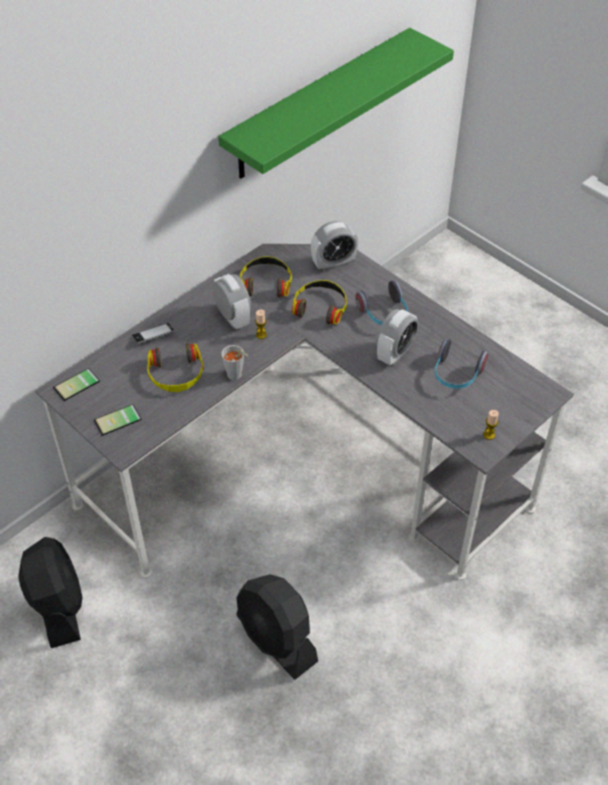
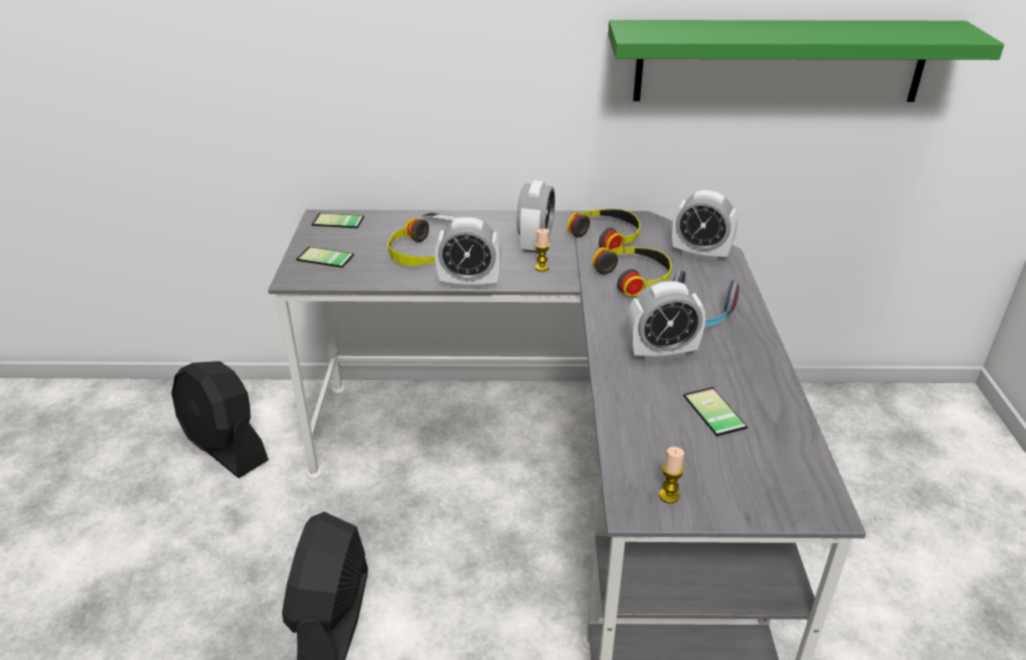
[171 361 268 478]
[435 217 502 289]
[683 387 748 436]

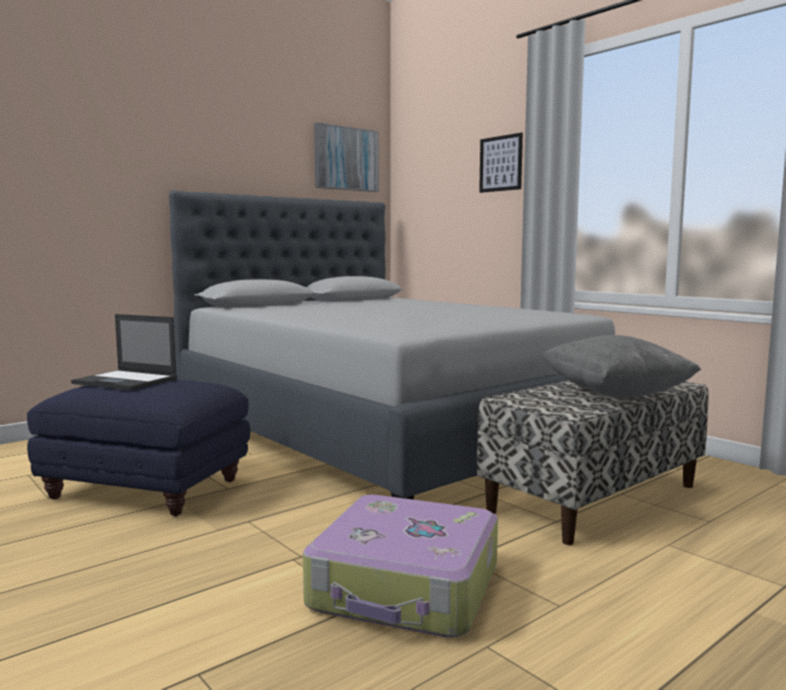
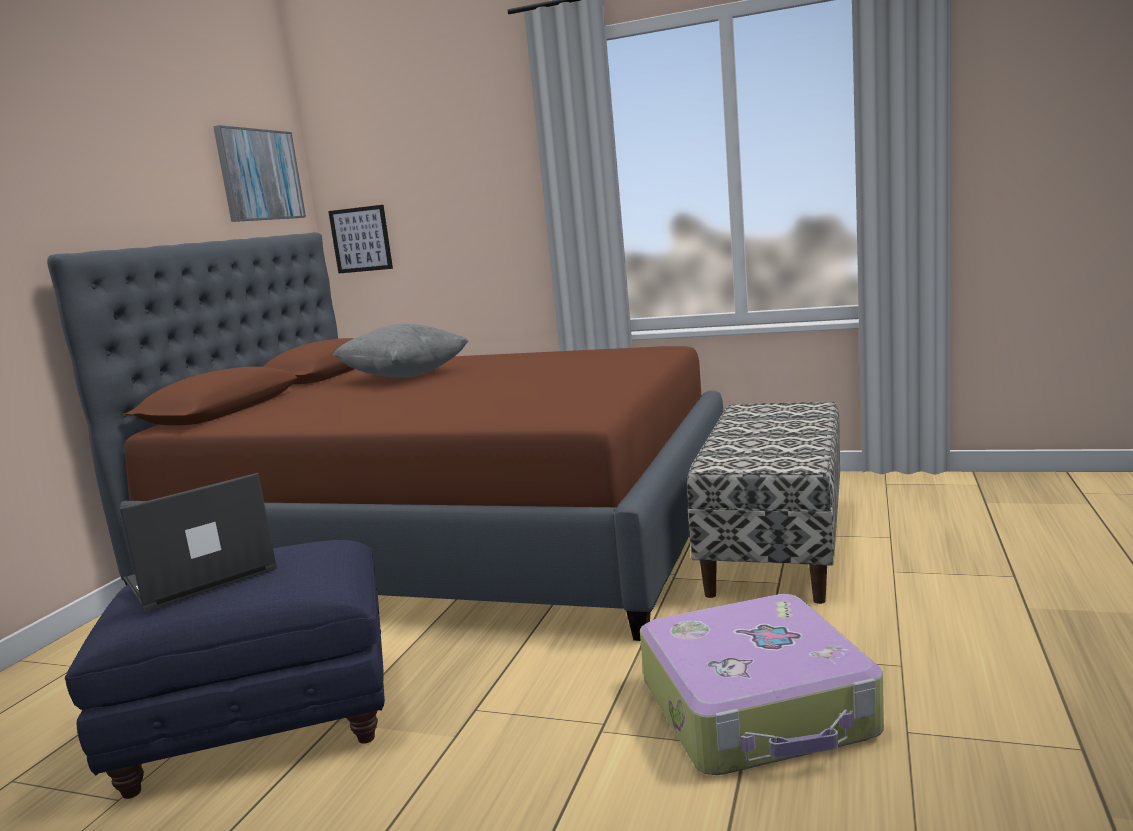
[119 473 277 611]
[47 232 723 641]
[328 205 393 274]
[333 324 469 378]

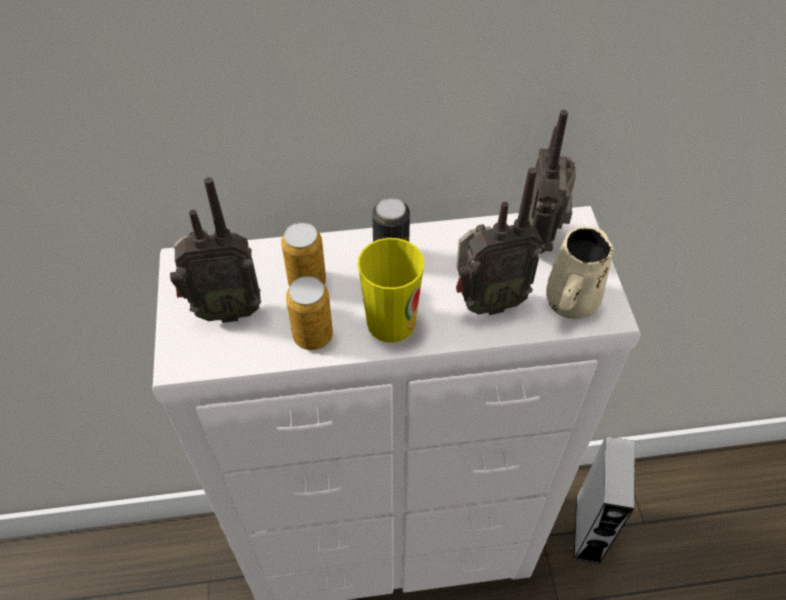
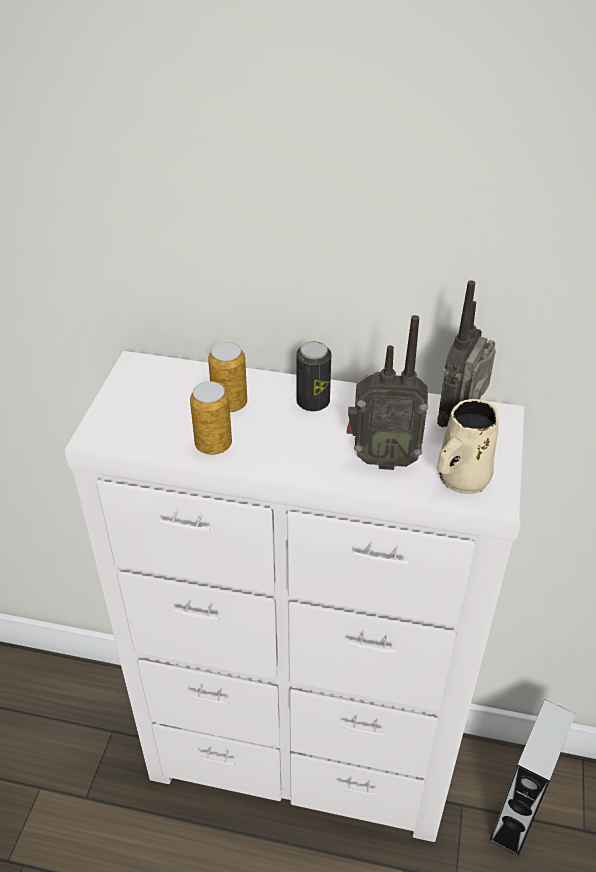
[170 177 261 323] (first image)
[358 238 424 343] (first image)

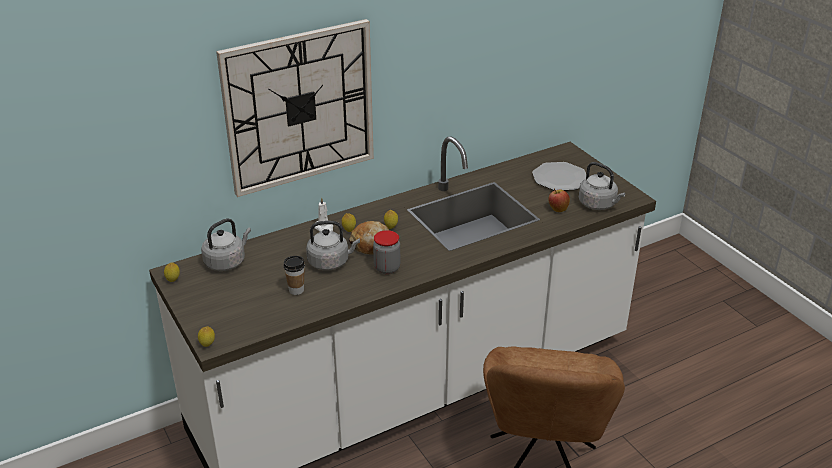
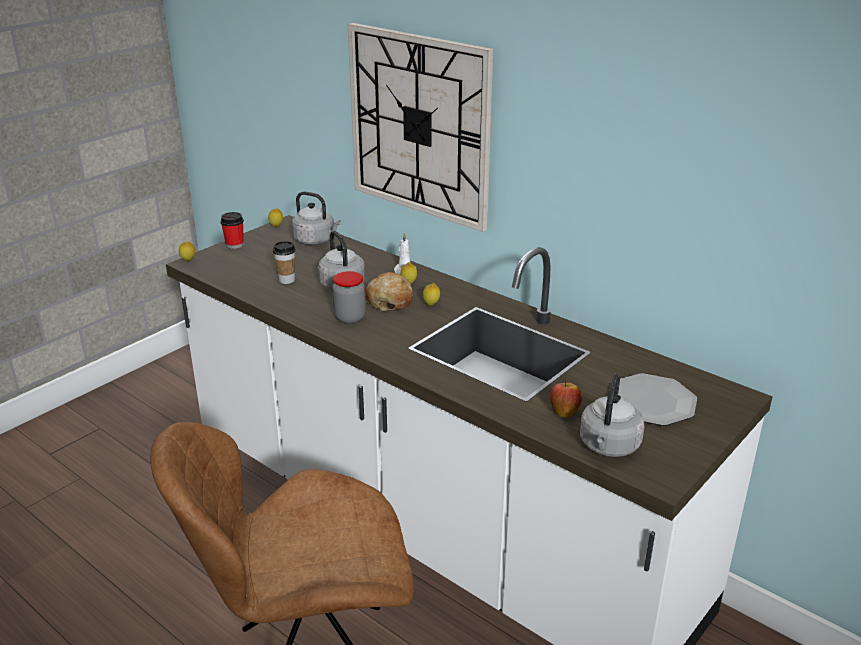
[220 212 244 249]

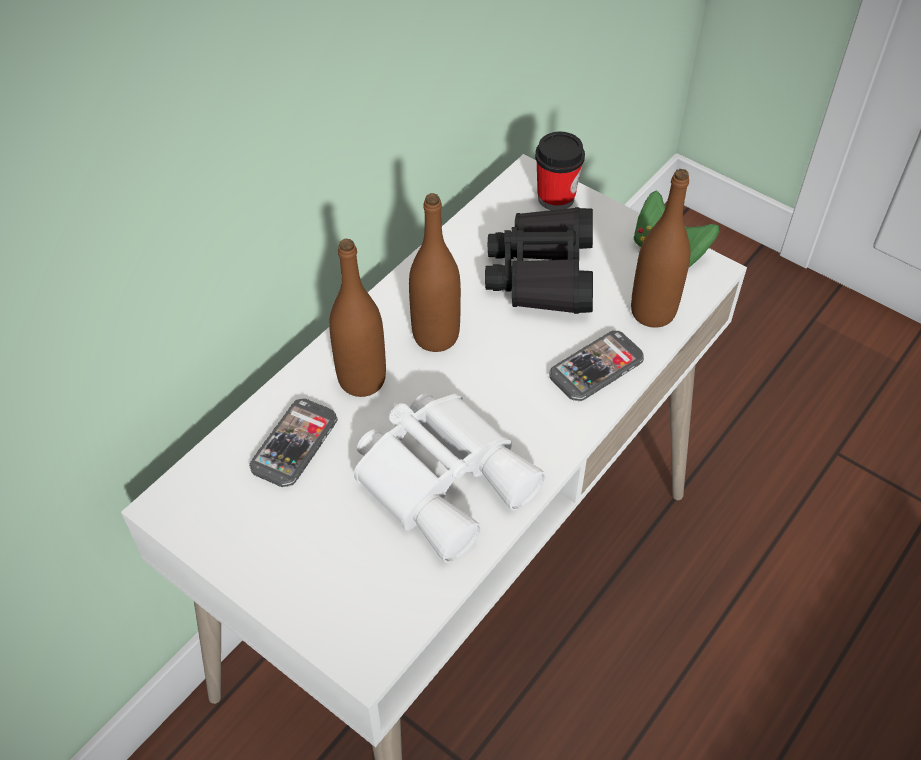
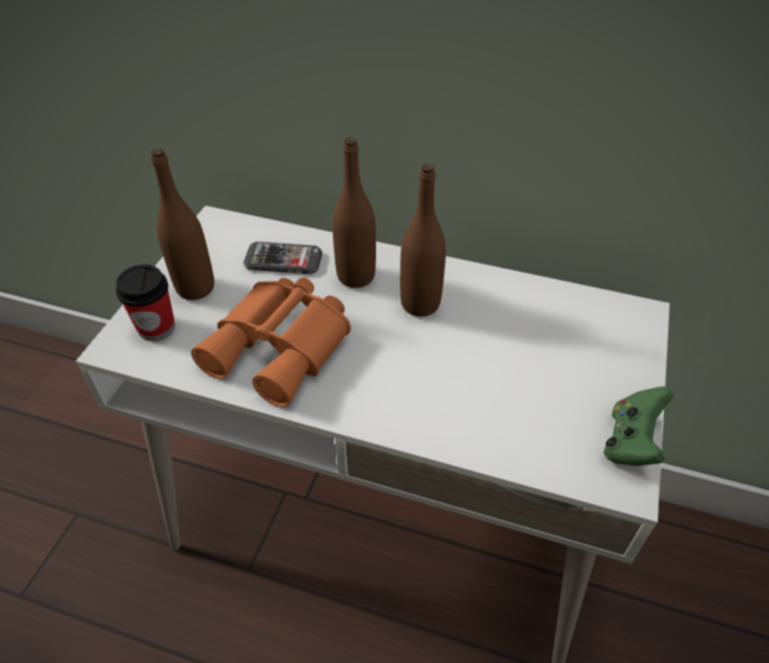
[191 278 351 407]
[485 207 593 314] (first image)
[116 264 175 341]
[550 330 644 401] (first image)
[151 148 214 300]

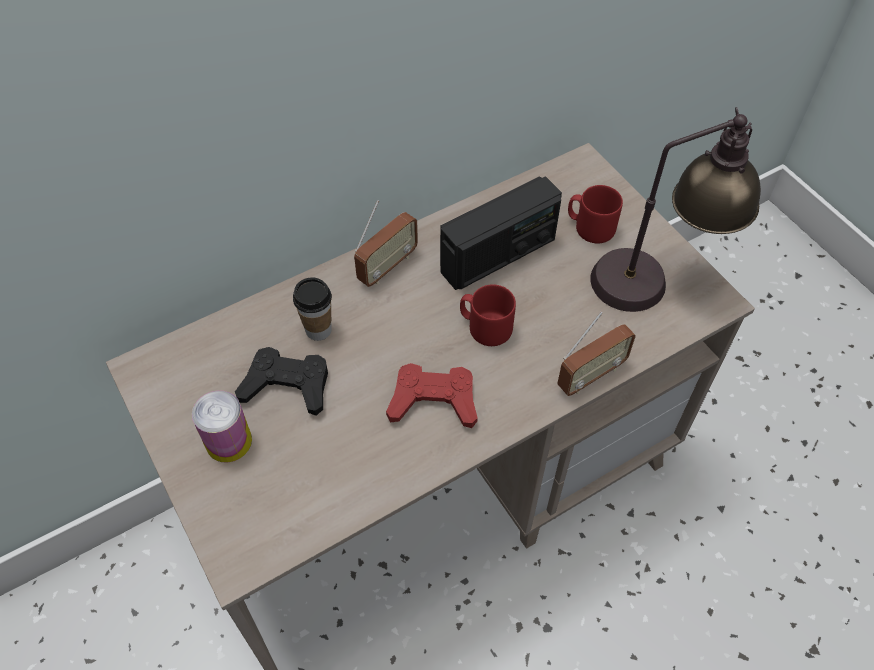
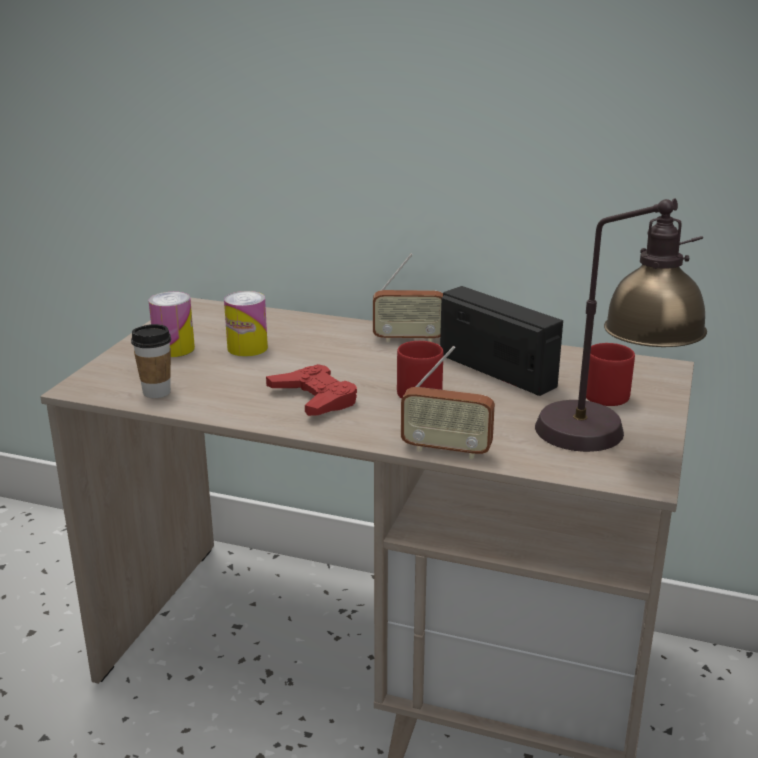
[224 291 268 357]
[131 324 171 398]
[440 286 563 396]

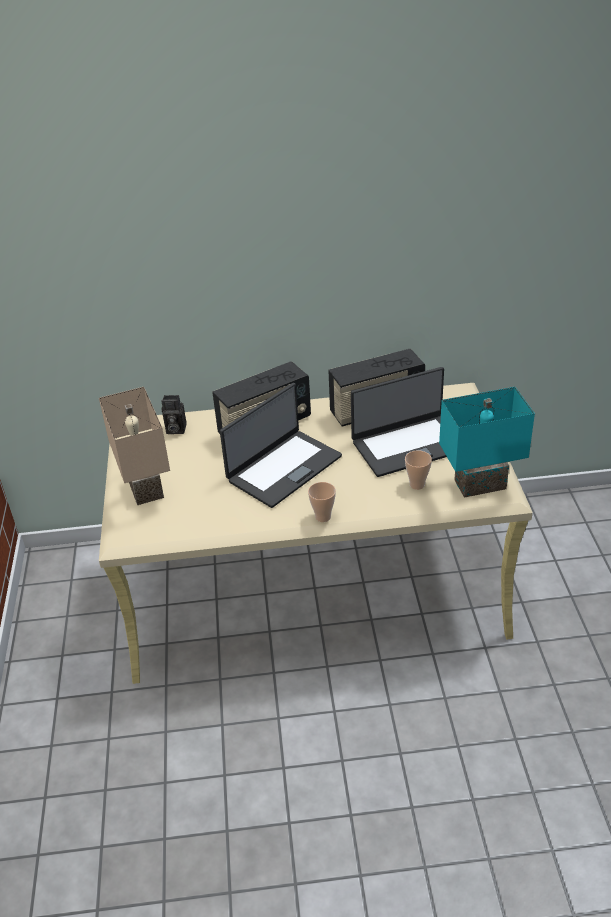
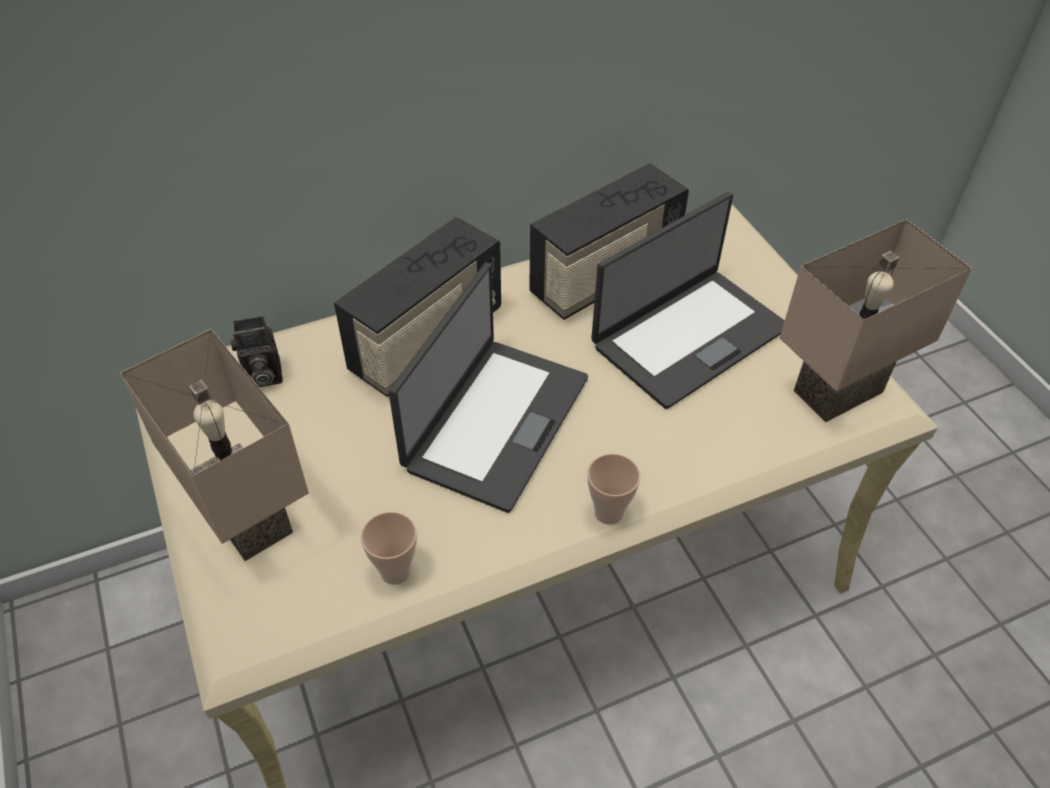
[361 512 417 585]
[780 219 972 422]

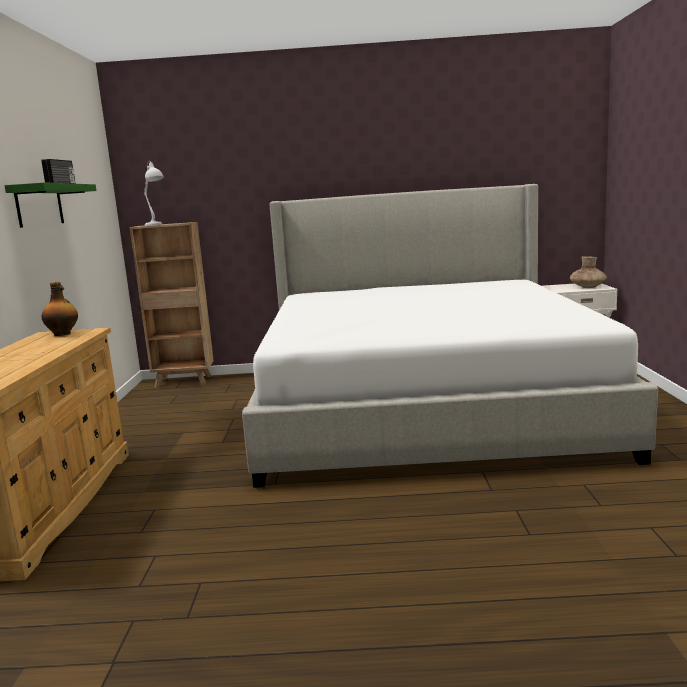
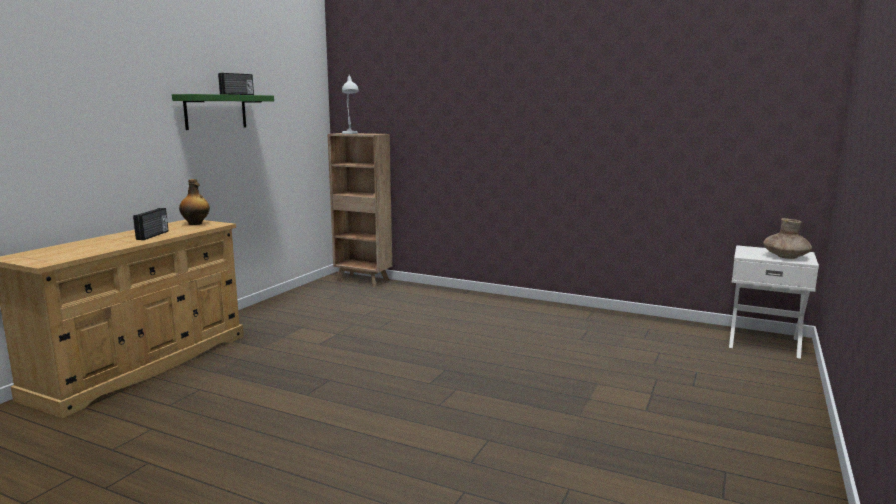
[242 184 658 488] (first image)
[133 208 168 240]

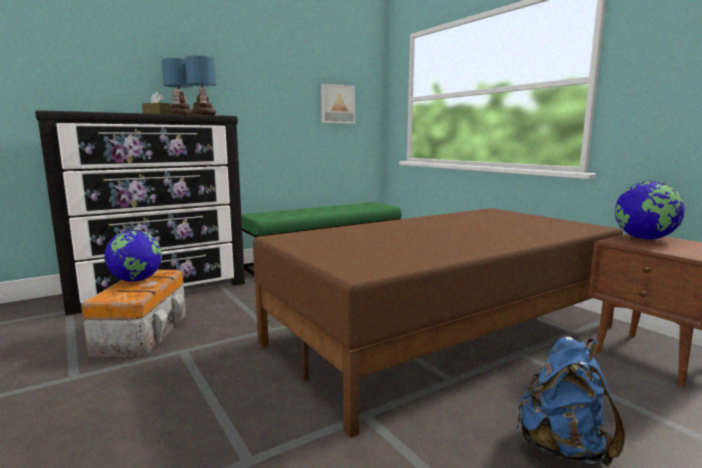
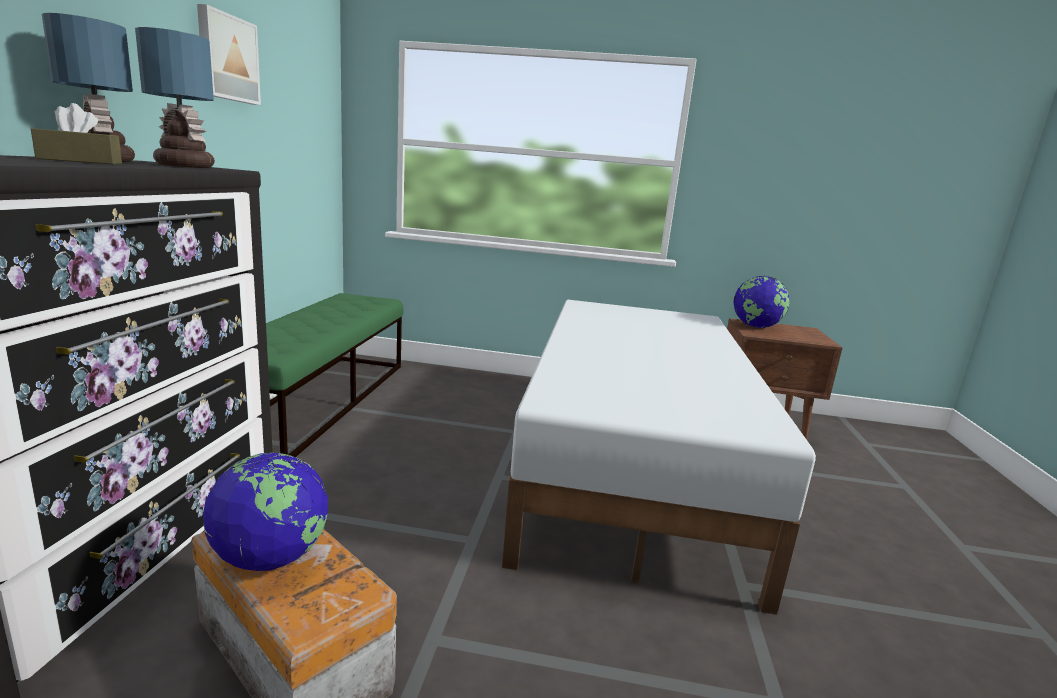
[502 300 816 615]
[197 4 261 105]
[516 336 625 467] (first image)

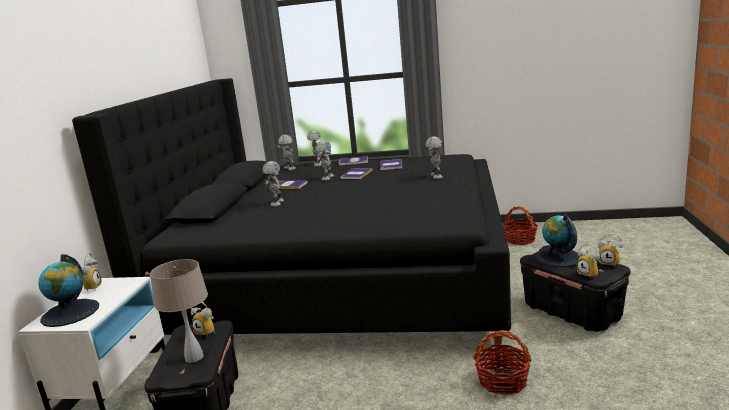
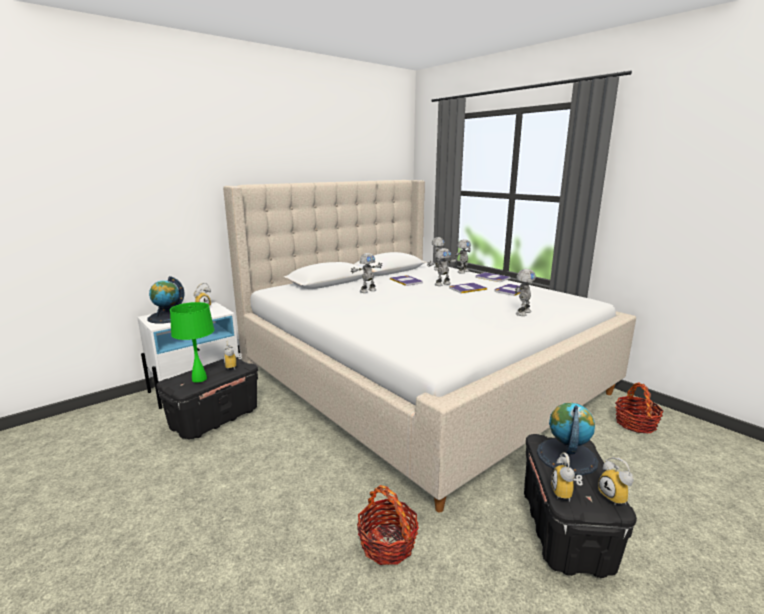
[223 180 636 512]
[170 302 214 383]

